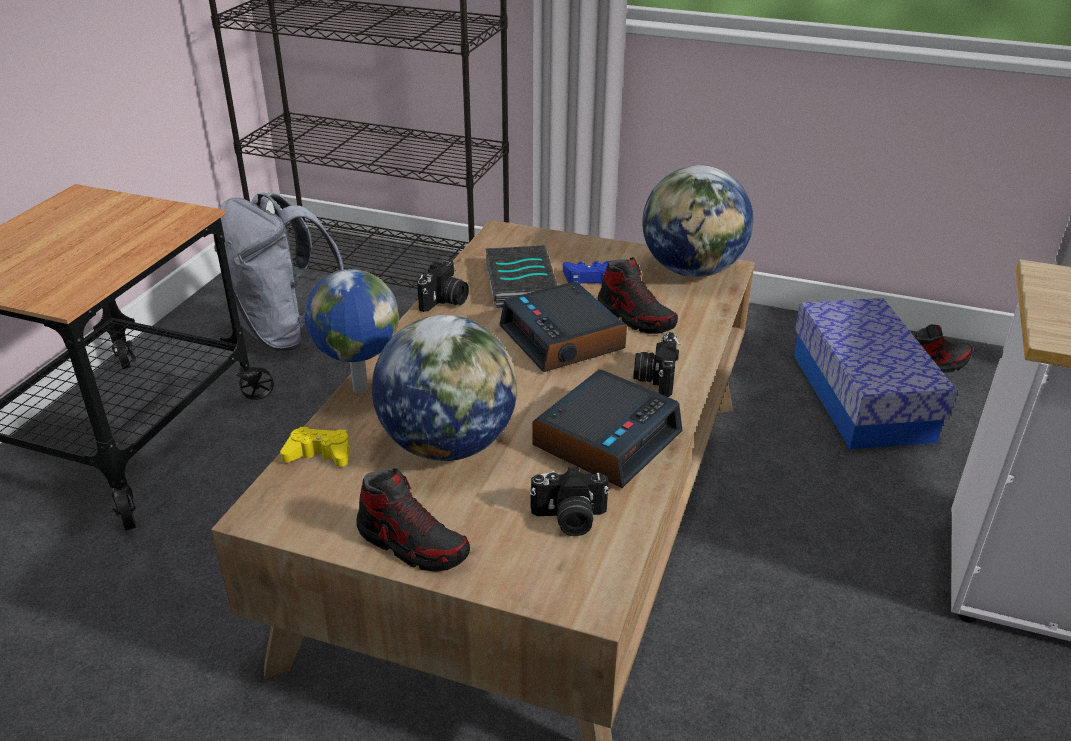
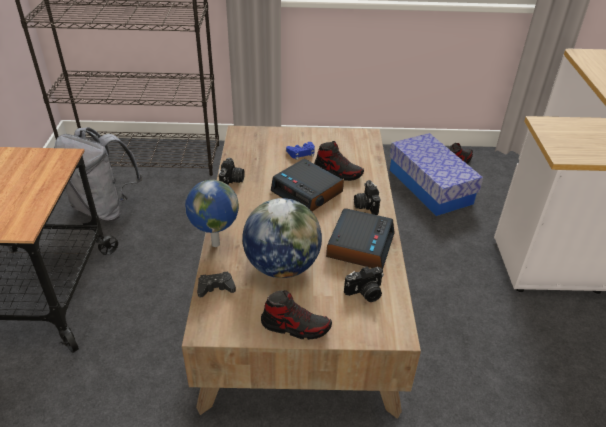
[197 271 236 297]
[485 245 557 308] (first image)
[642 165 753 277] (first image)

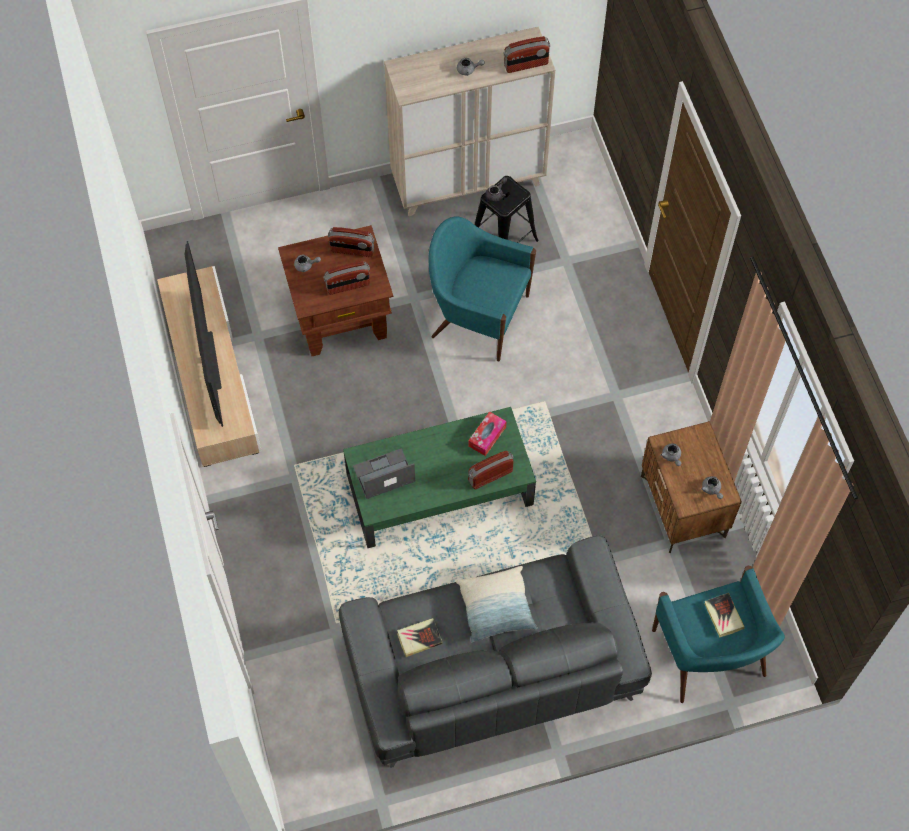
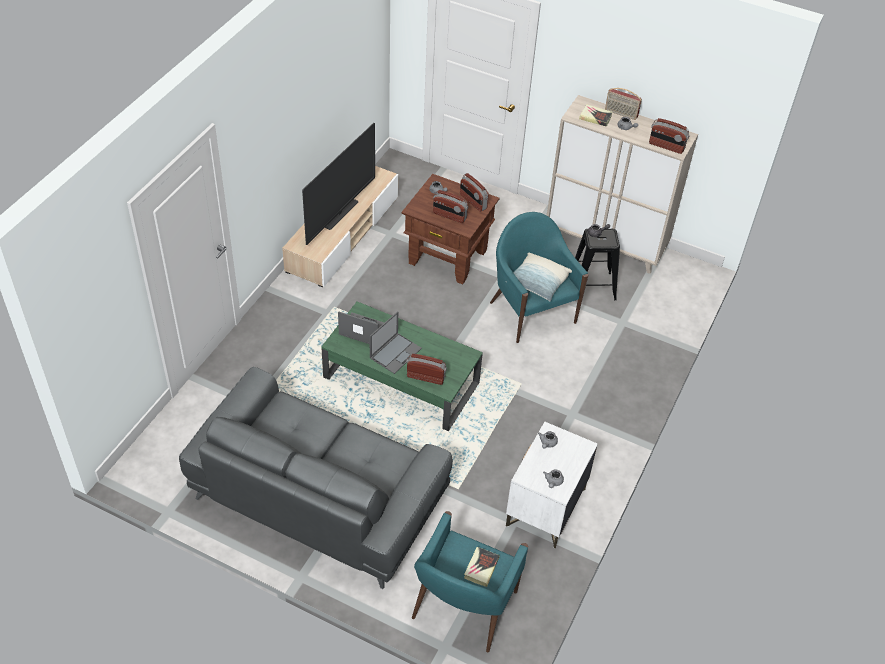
[579 104 613 127]
[506 253 572 301]
[468 411 507 456] (first image)
[506 422 598 548]
[370 311 422 374]
[605 88 642 120]

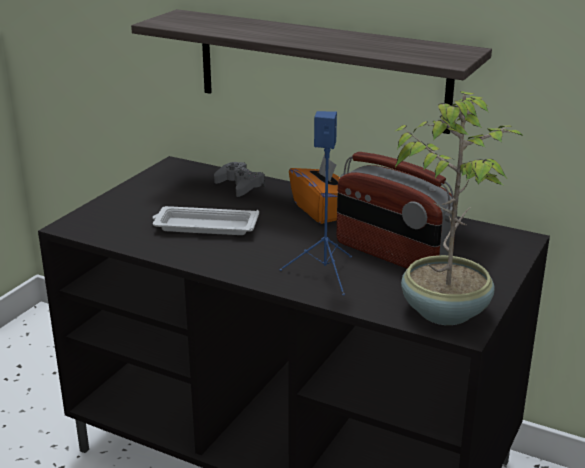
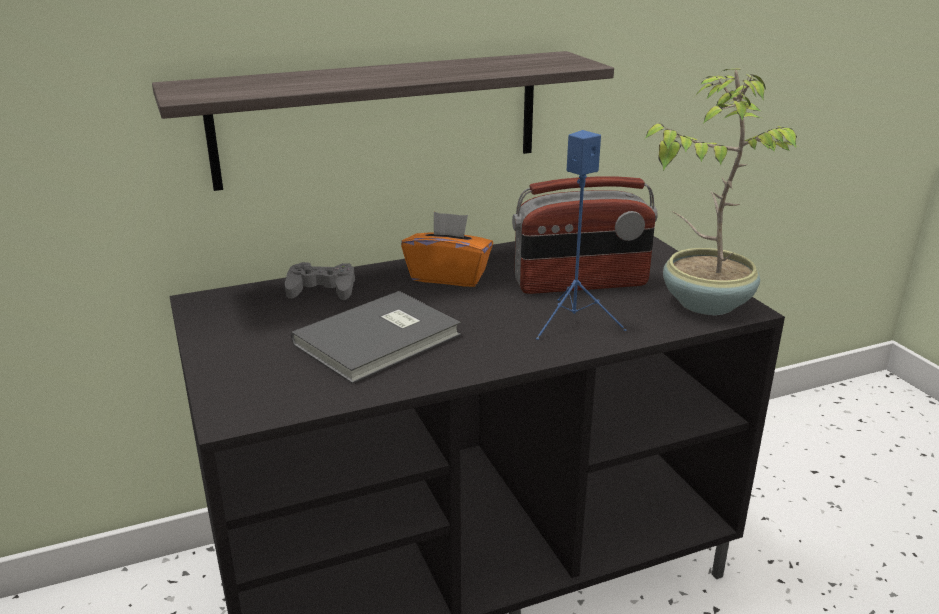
[291 291 461 384]

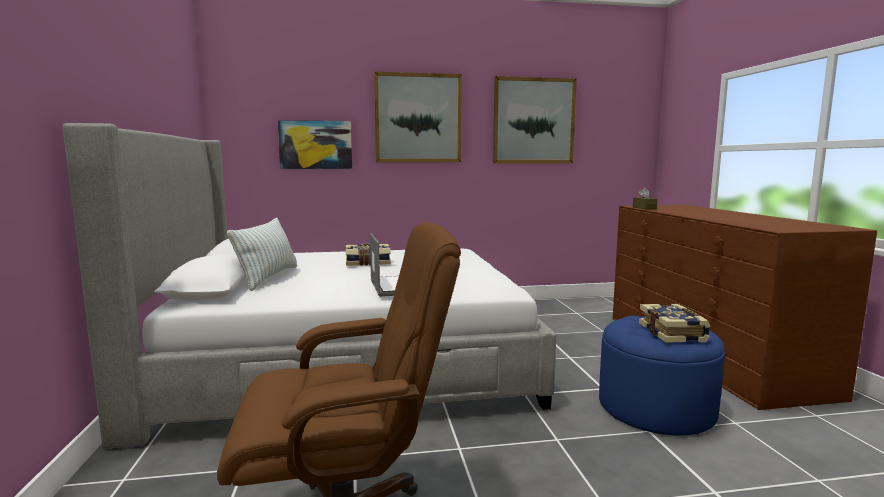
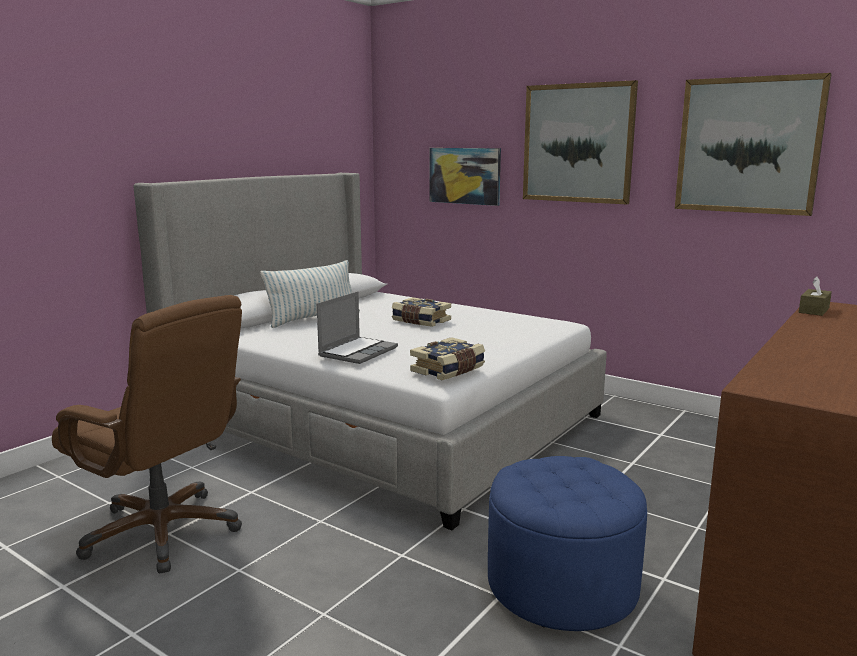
[410 337 485 380]

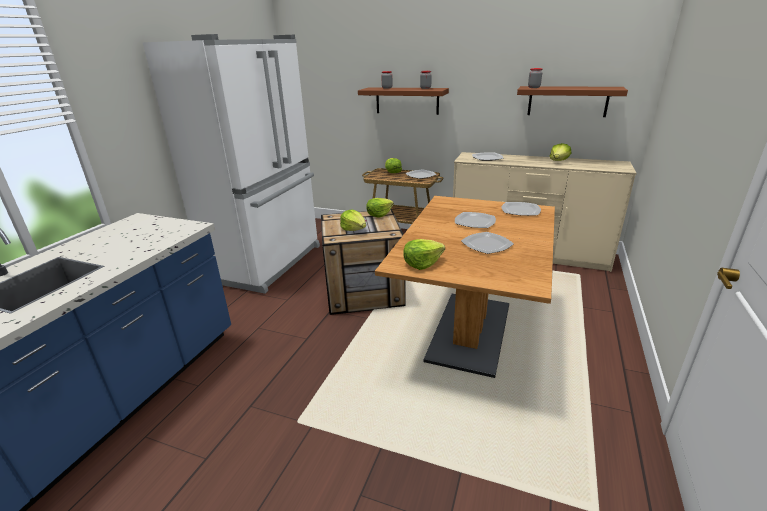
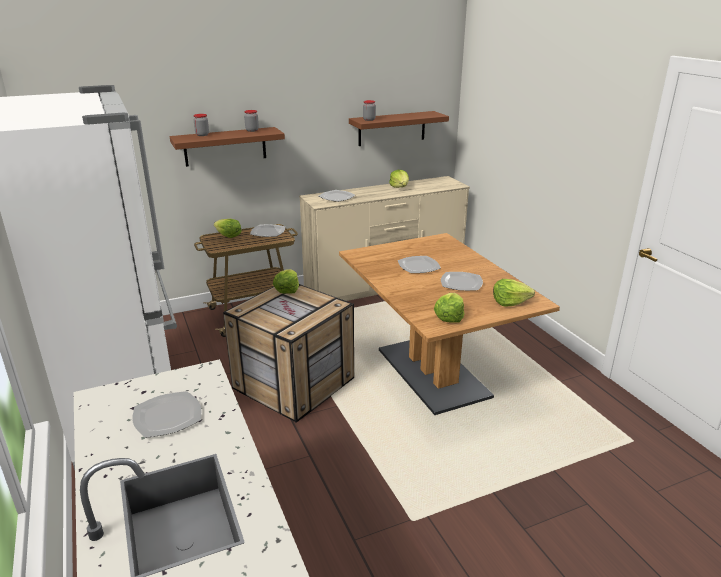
[493 279 535 307]
[132 391 201 438]

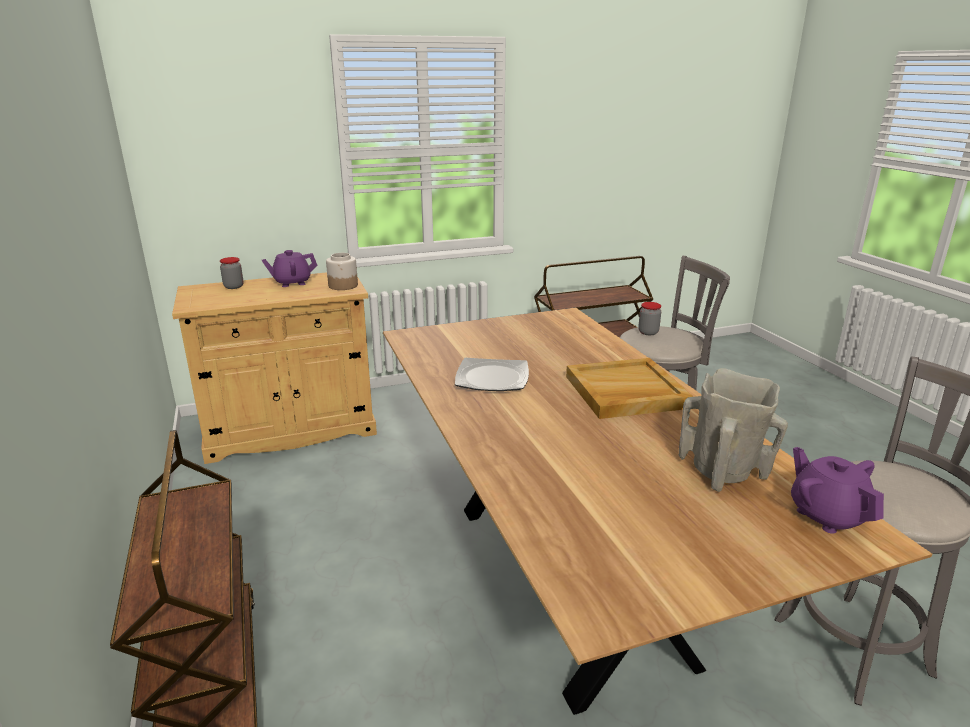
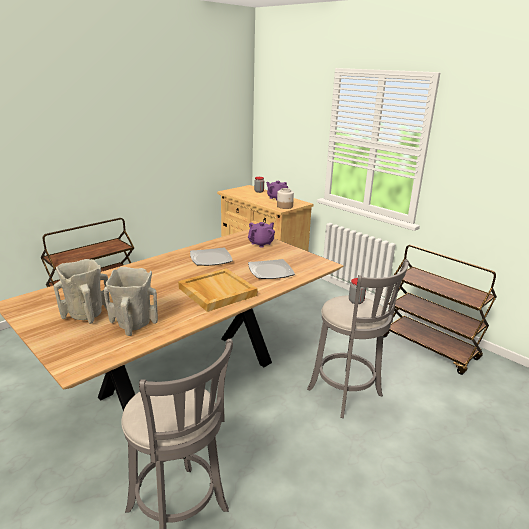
[248 222 275 248]
[53 259 110 324]
[248 259 295 279]

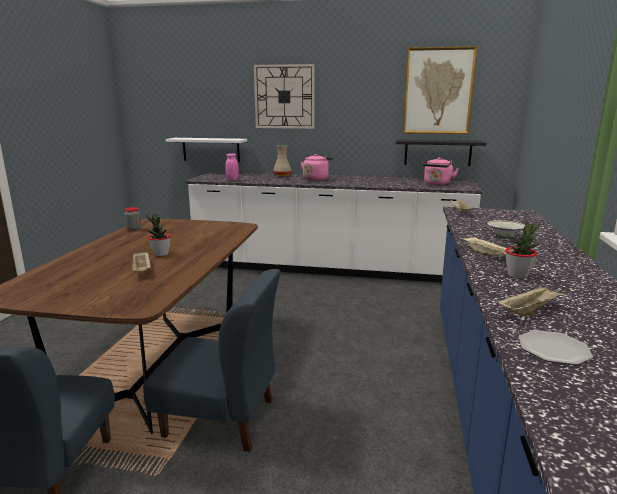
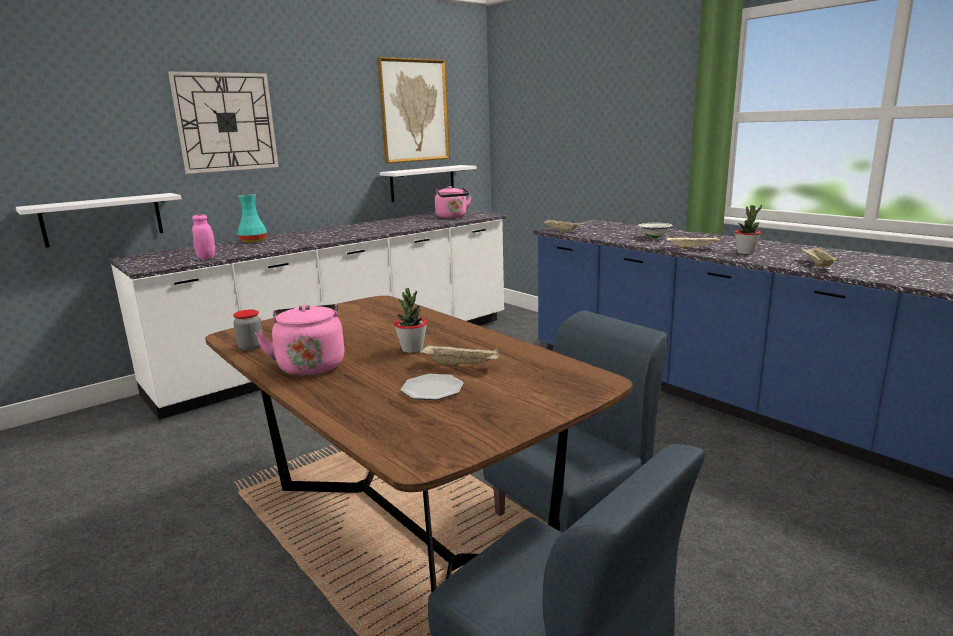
[237 194 267 242]
[255 304 345 376]
[380 165 477 202]
[401 374 464 400]

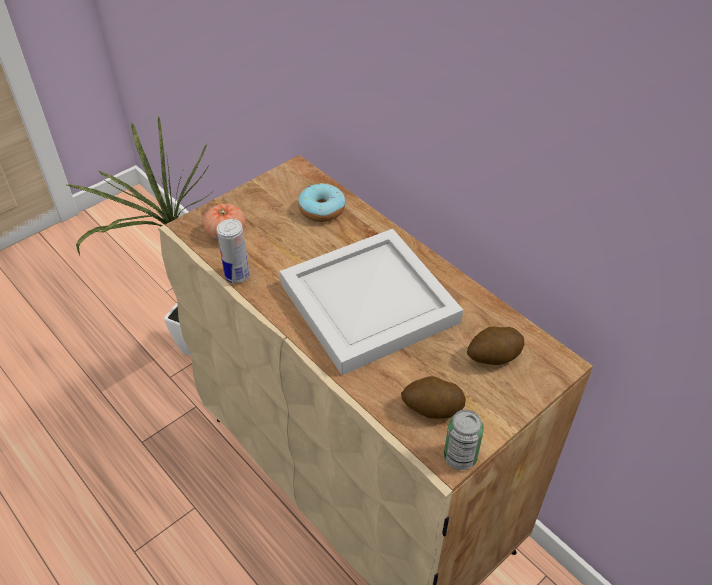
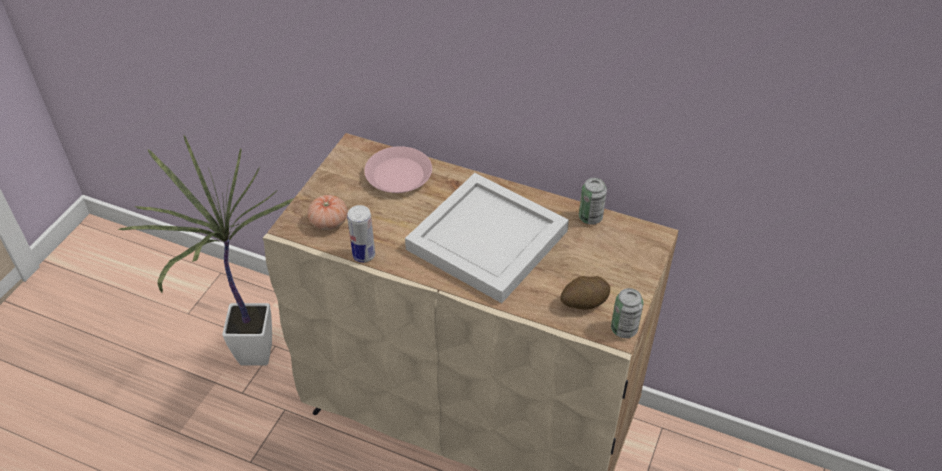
[364 146 432 193]
[467 326 524 365] (first image)
[579 178 607 225]

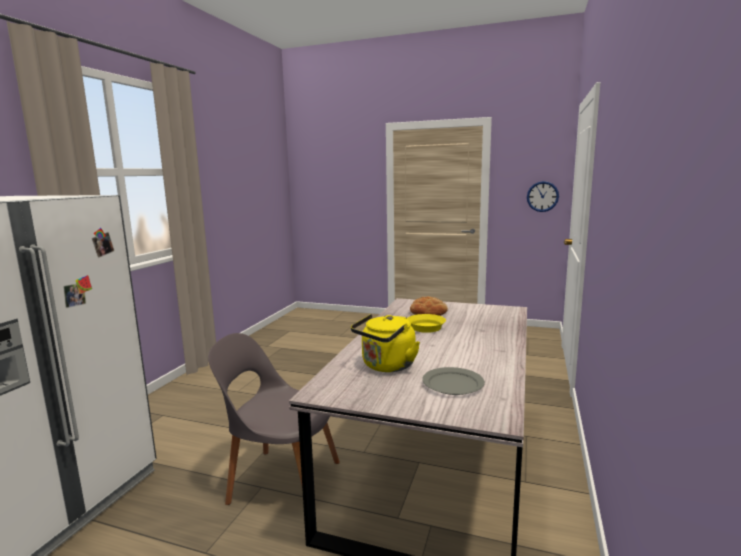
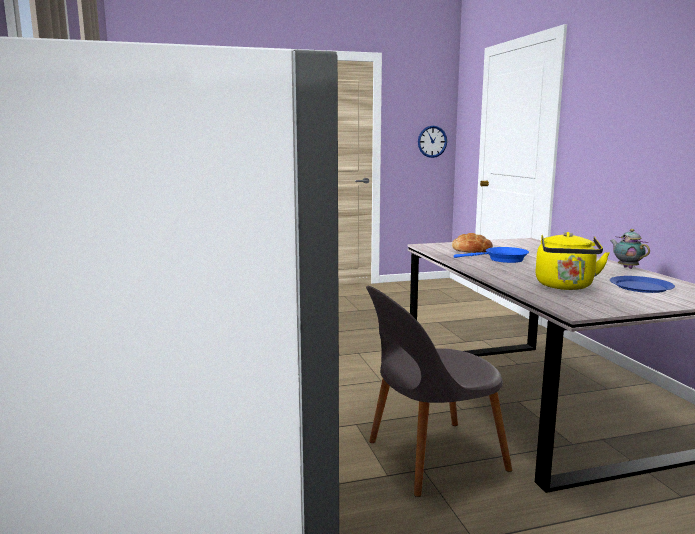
[454 247 529 263]
[610 276 675 293]
[610 229 650 269]

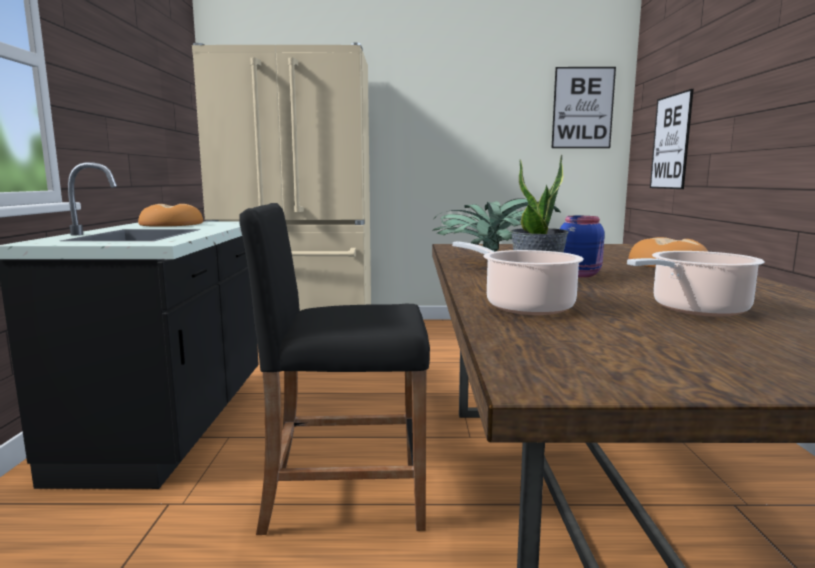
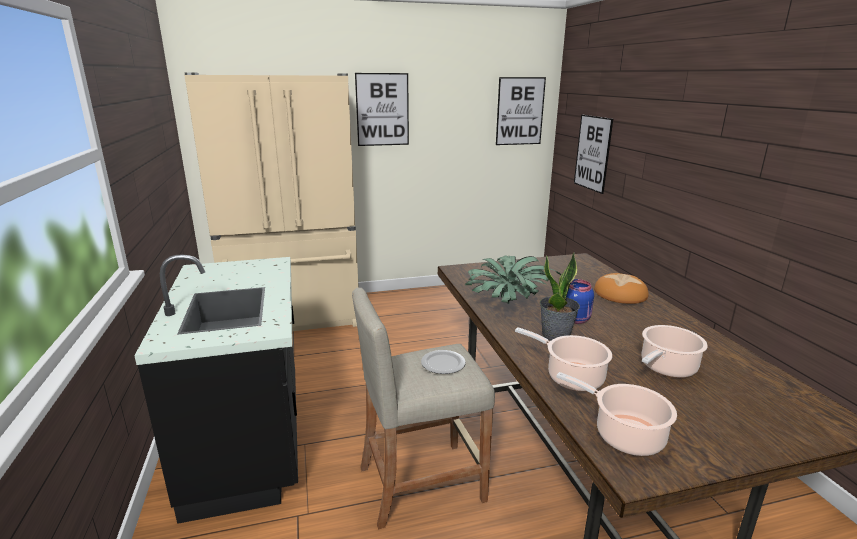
[138 204 203 227] (first image)
[352 288 495 529]
[355 73 409 146]
[421 350 466 374]
[556 372 677 456]

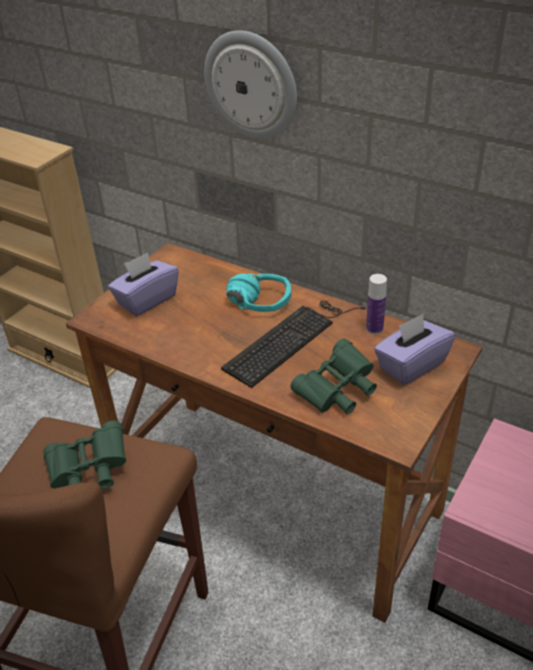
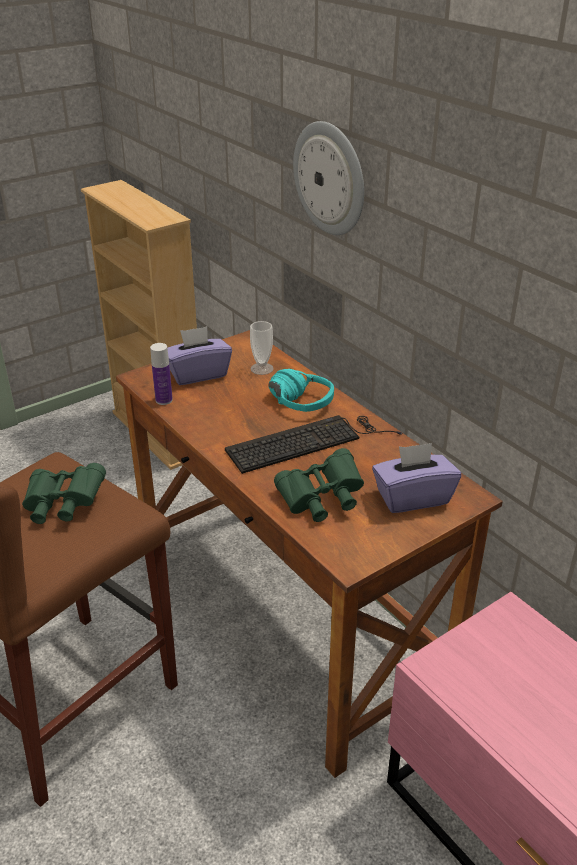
[150 343 173 405]
[250 321 274 375]

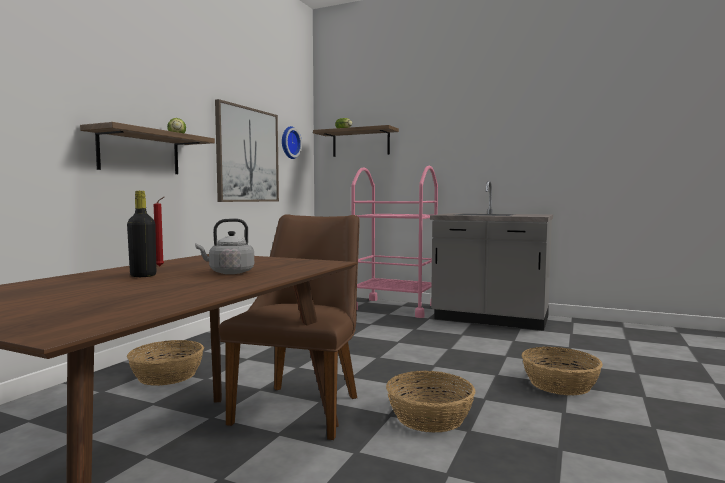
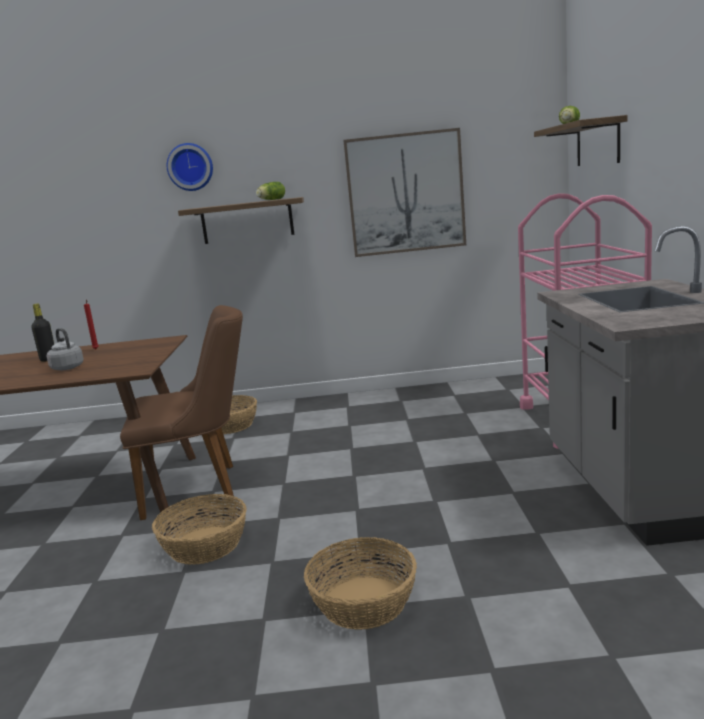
[167 143 213 191]

